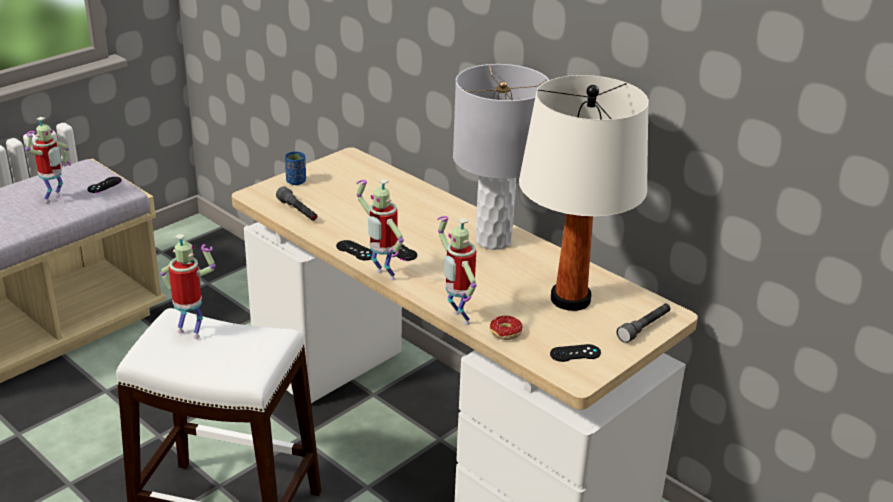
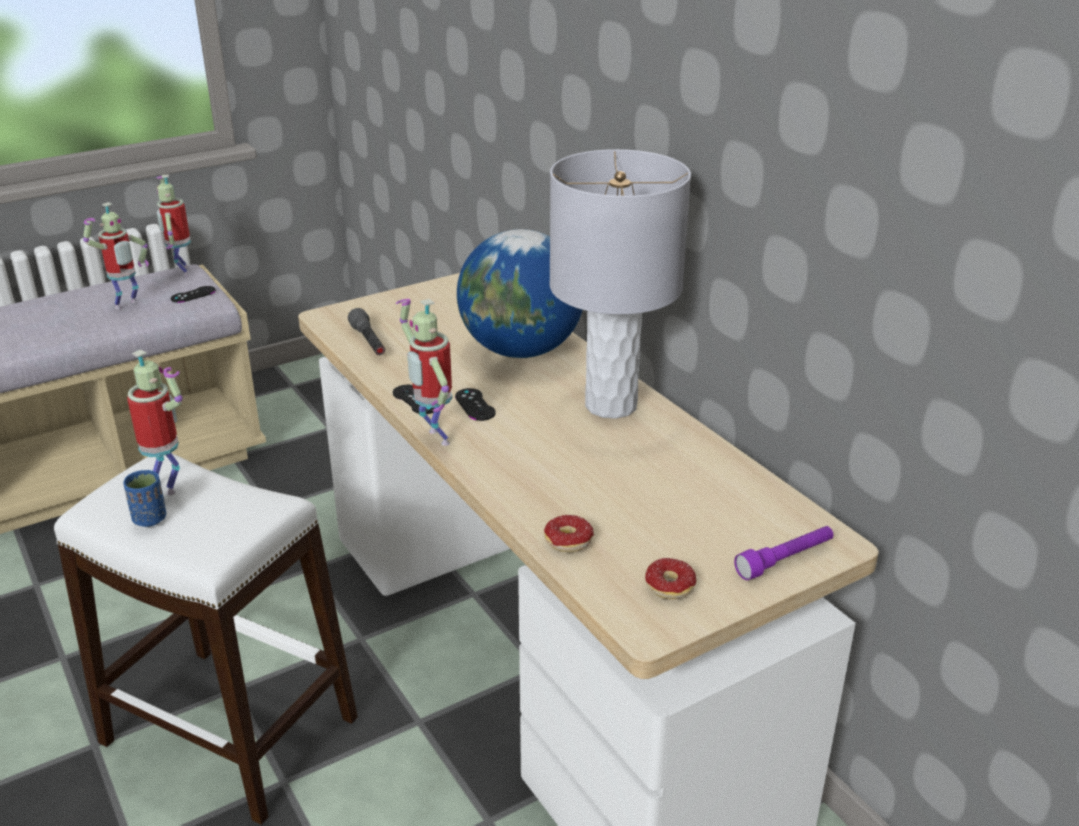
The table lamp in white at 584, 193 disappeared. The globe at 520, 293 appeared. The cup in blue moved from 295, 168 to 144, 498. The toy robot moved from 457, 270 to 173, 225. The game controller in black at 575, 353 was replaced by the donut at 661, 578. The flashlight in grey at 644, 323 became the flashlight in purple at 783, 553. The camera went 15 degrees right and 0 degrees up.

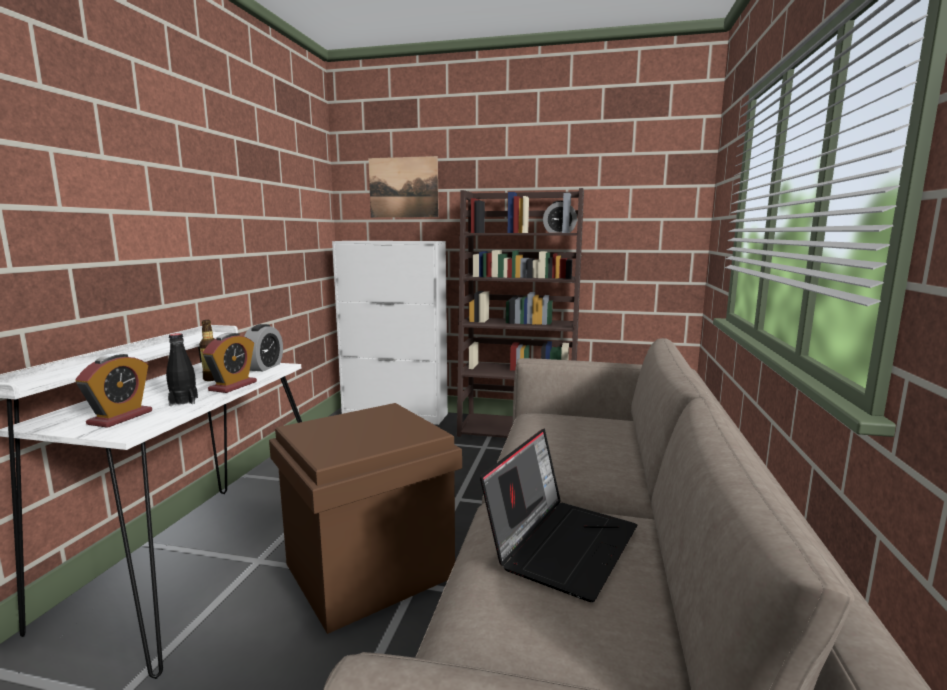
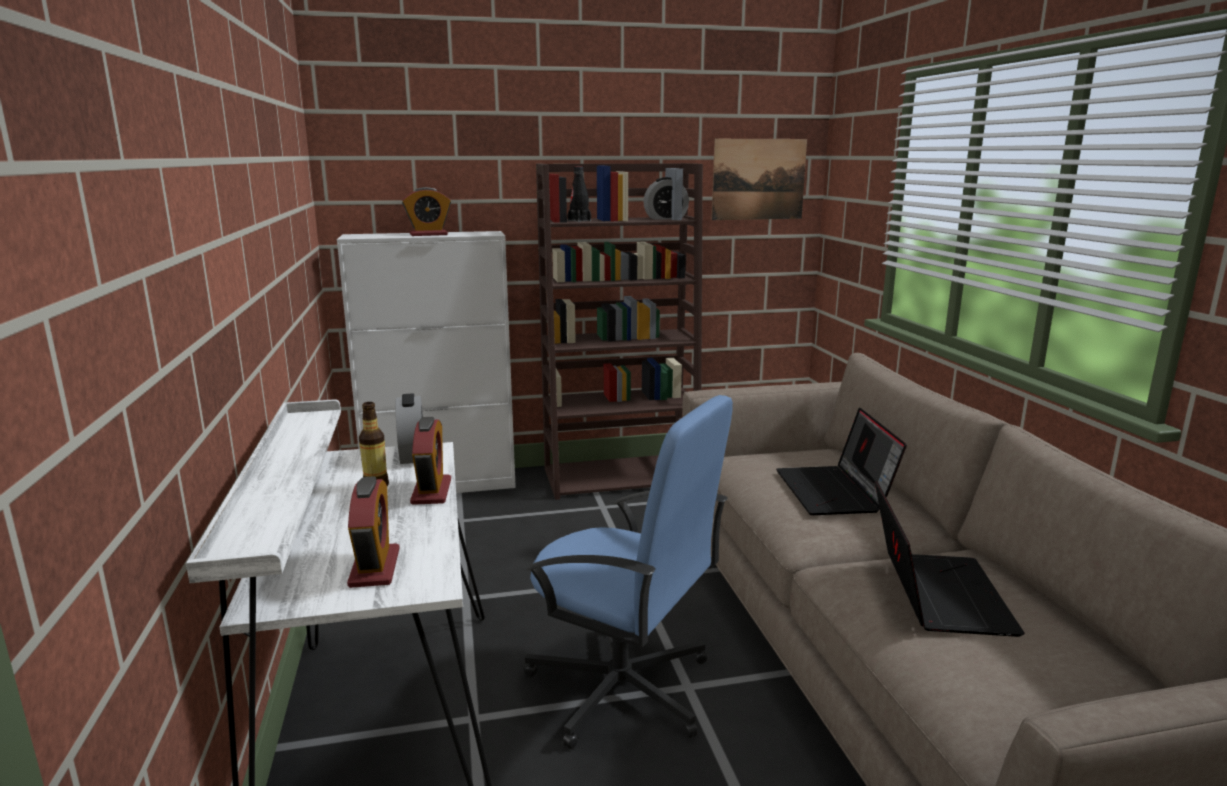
The alarm clock at 426, 211 appeared. The laptop at 841, 461 appeared. The bottle in black moved from 182, 369 to 579, 194. The picture moved from 403, 187 to 759, 179. The storage box in brown at 365, 518 was replaced by the office chair in blue at 628, 572. The camera went 25 degrees left and 5 degrees up.

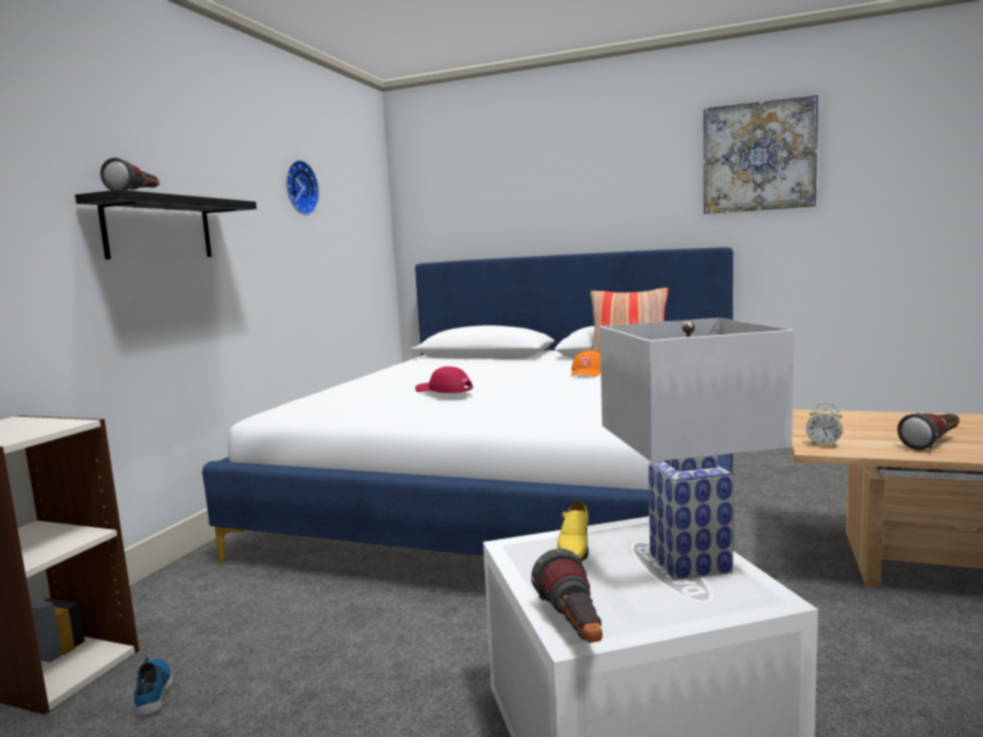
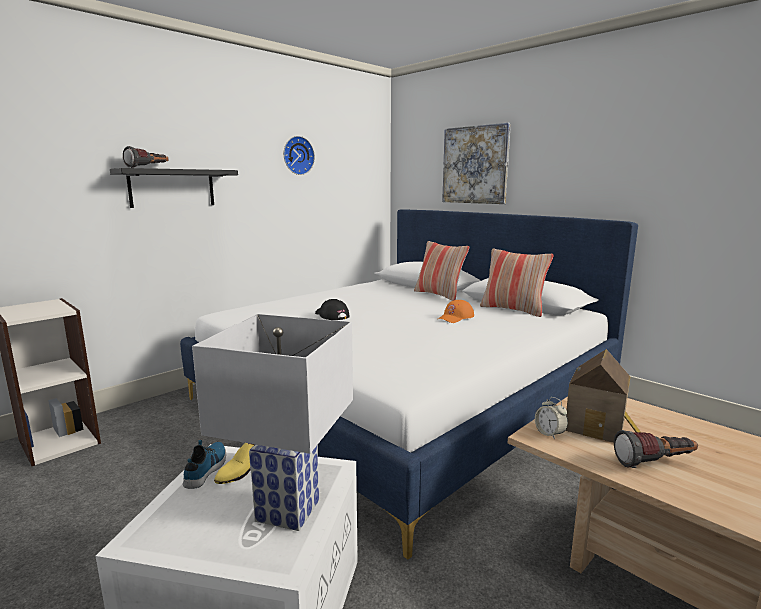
The flashlight at 566, 596 disappeared. The pillow at 441, 271 appeared. The toy house at 603, 395 appeared. The shoe moved from 153, 686 to 204, 464. The picture moved from 761, 154 to 476, 163. The cap in red at 444, 379 became the cap in black at 332, 309. The camera went 25 degrees right and 5 degrees up.

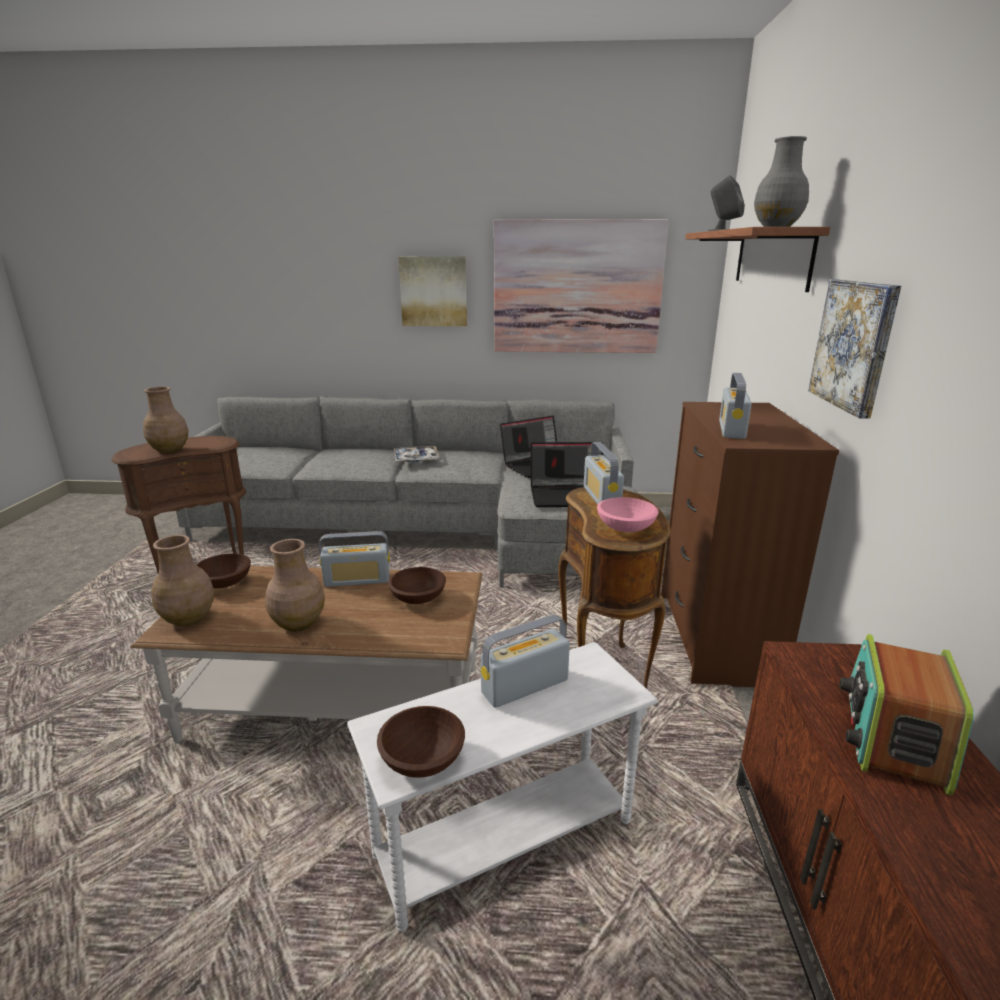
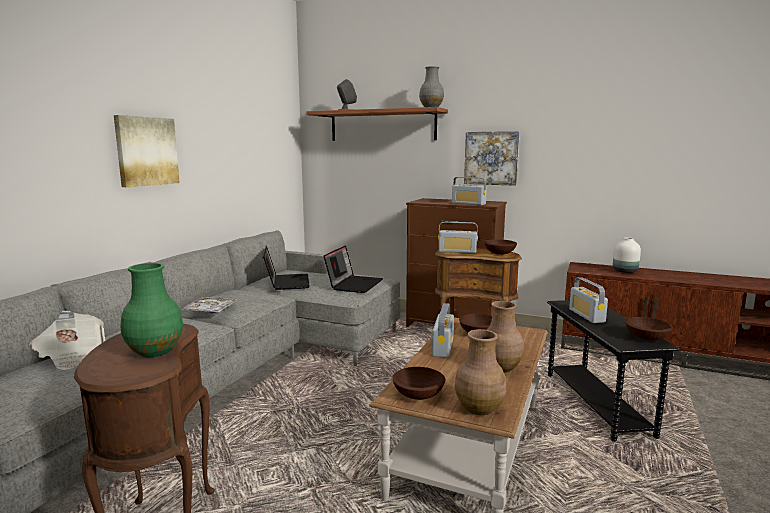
The picture at 581, 286 disappeared. The newspaper at 67, 340 appeared. The radio at 906, 714 was replaced by the vase in white at 627, 255. The vase in brown at 165, 420 became the vase in green at 152, 310. The side table in white at 502, 787 became the side table in black at 613, 371. The bowl in pink at 628, 514 became the bowl in brown at 500, 247. The camera went 70 degrees left and 10 degrees down.

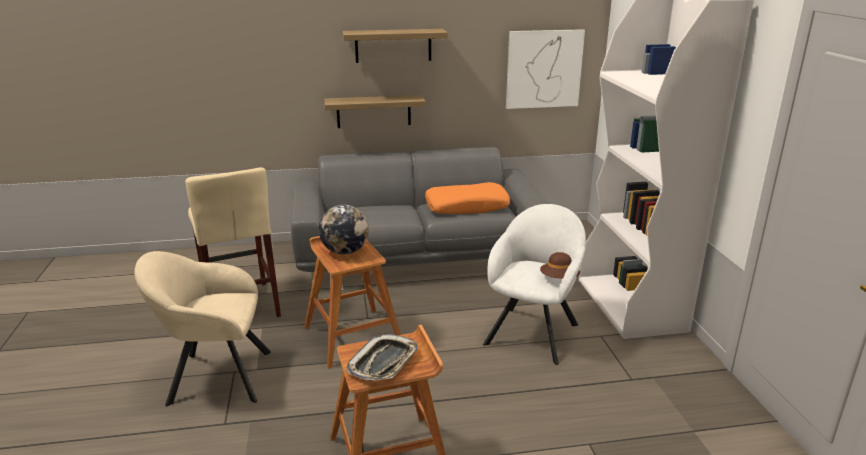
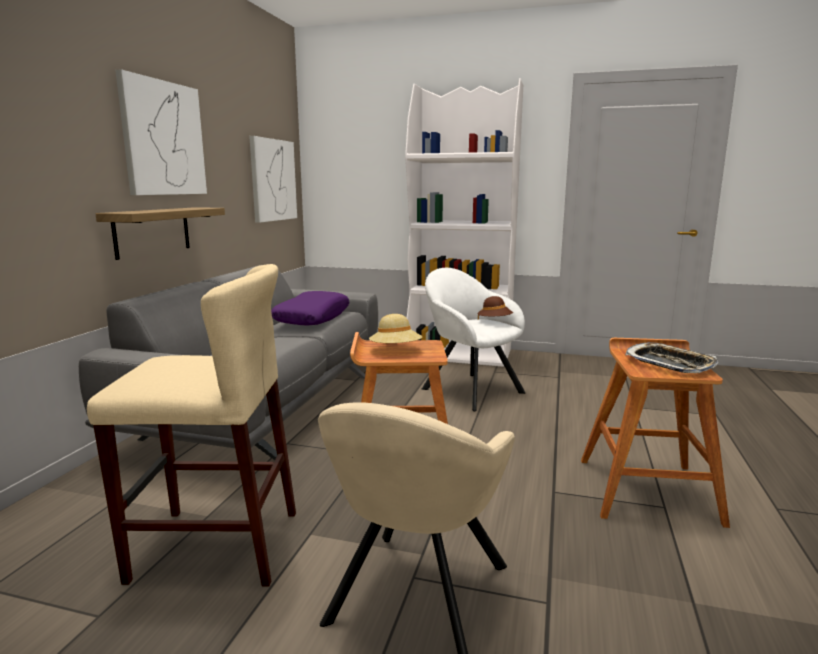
The globe at 344, 229 was replaced by the hat in beige at 395, 329. The shelf at 395, 46 was replaced by the picture at 161, 132. The pillow in orange at 467, 198 became the pillow in purple at 310, 308. The camera went 65 degrees left and 10 degrees down.

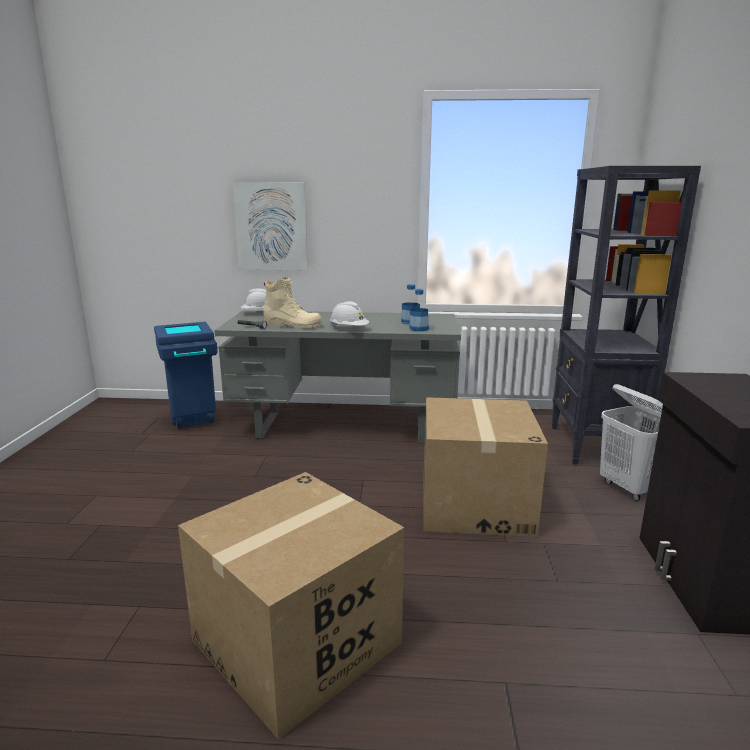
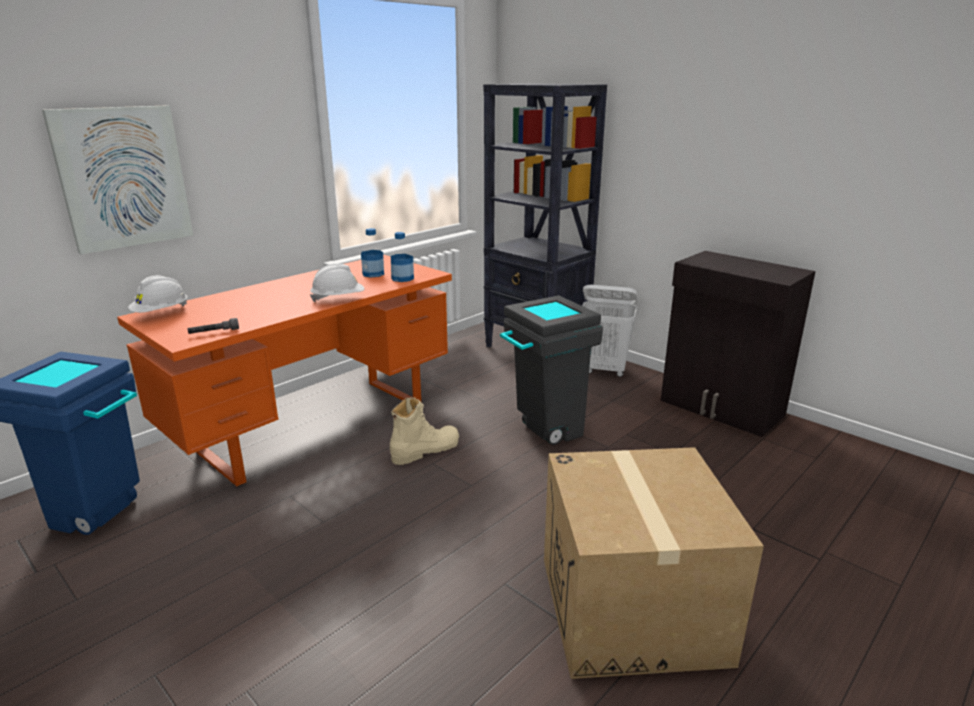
The boot in beige moved from 292, 302 to 424, 431. The cardboard box at 486, 467 was replaced by the trash can in grey at 551, 370. The desk in grey at 337, 377 became the desk in orange at 284, 370. The camera went 50 degrees left and 5 degrees up.

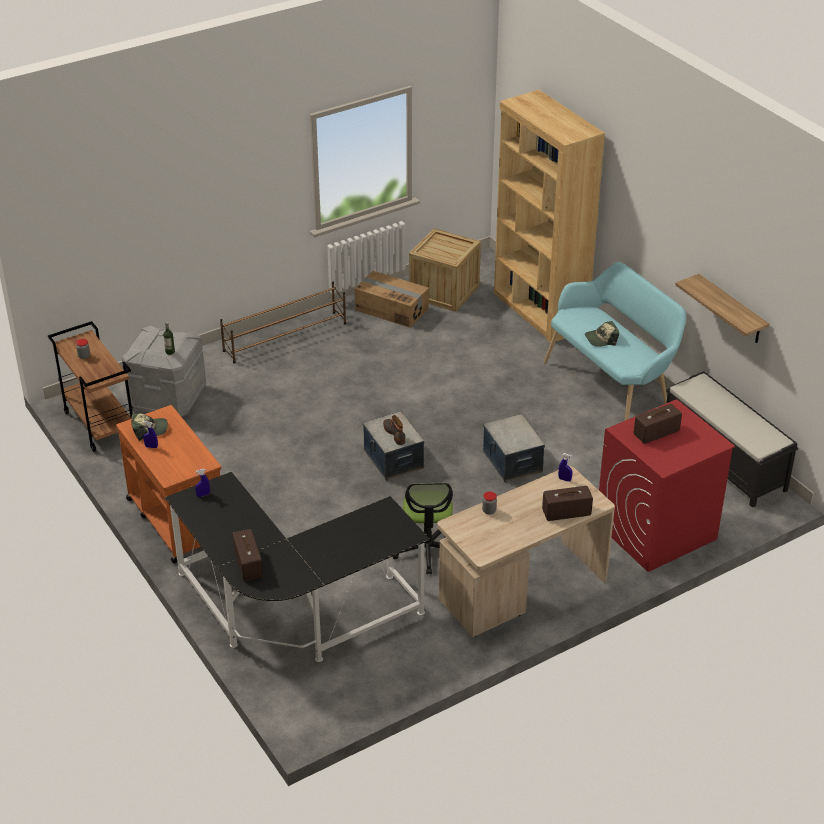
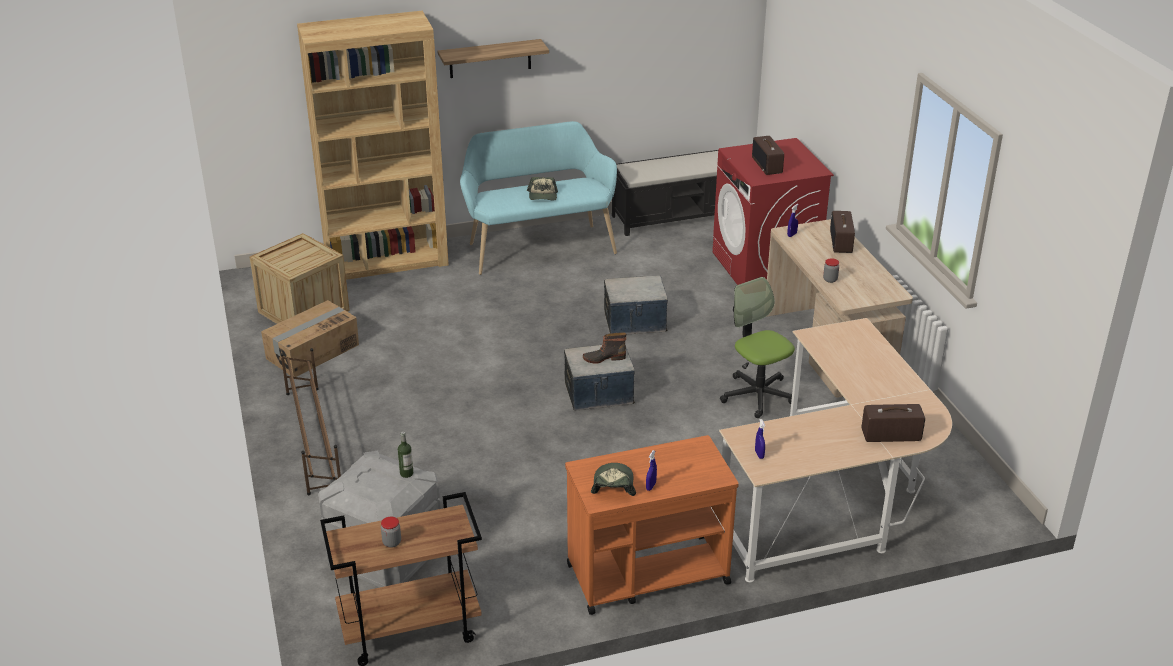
The shelf moved from 722, 308 to 493, 58. The desk in black at 297, 567 became the desk in beige at 835, 450. The office chair at 422, 529 turned 135 degrees counterclockwise. The camera went 75 degrees left and 5 degrees down.

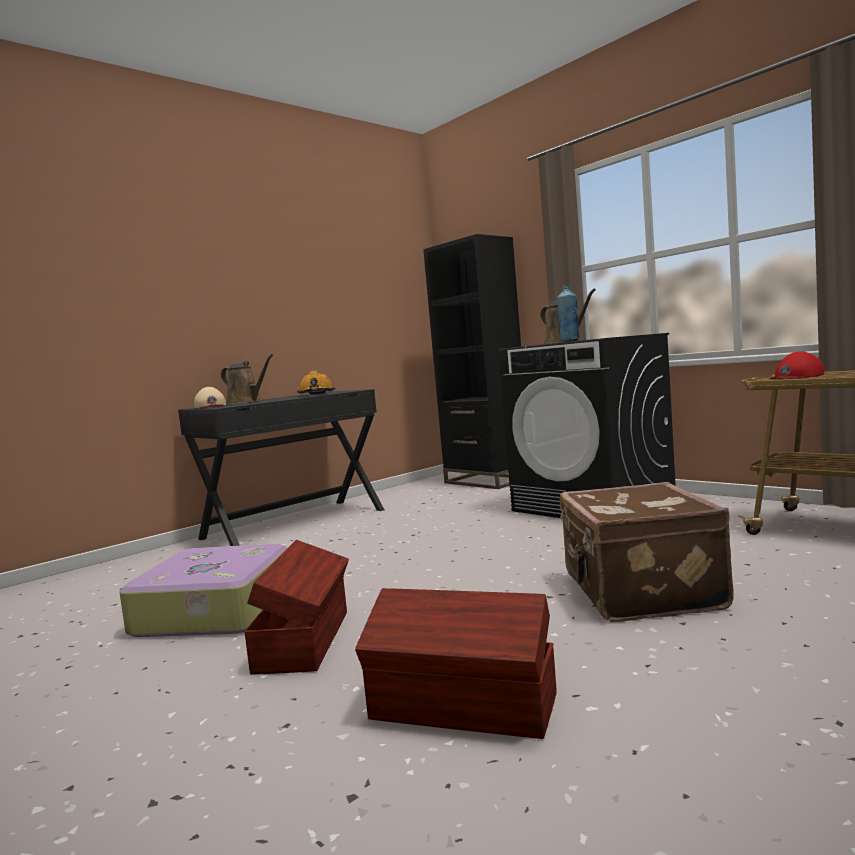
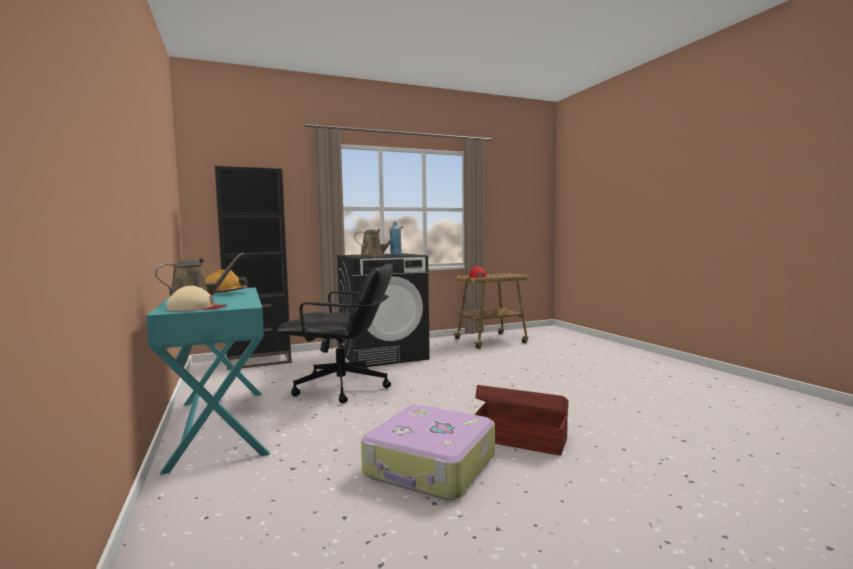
The storage box in brown at 455, 663 disappeared. The suitcase in brown at 647, 552 disappeared. The office chair in black at 334, 333 appeared. The desk in black at 281, 467 became the desk in turquoise at 208, 381. The camera went 70 degrees left and 0 degrees up.

